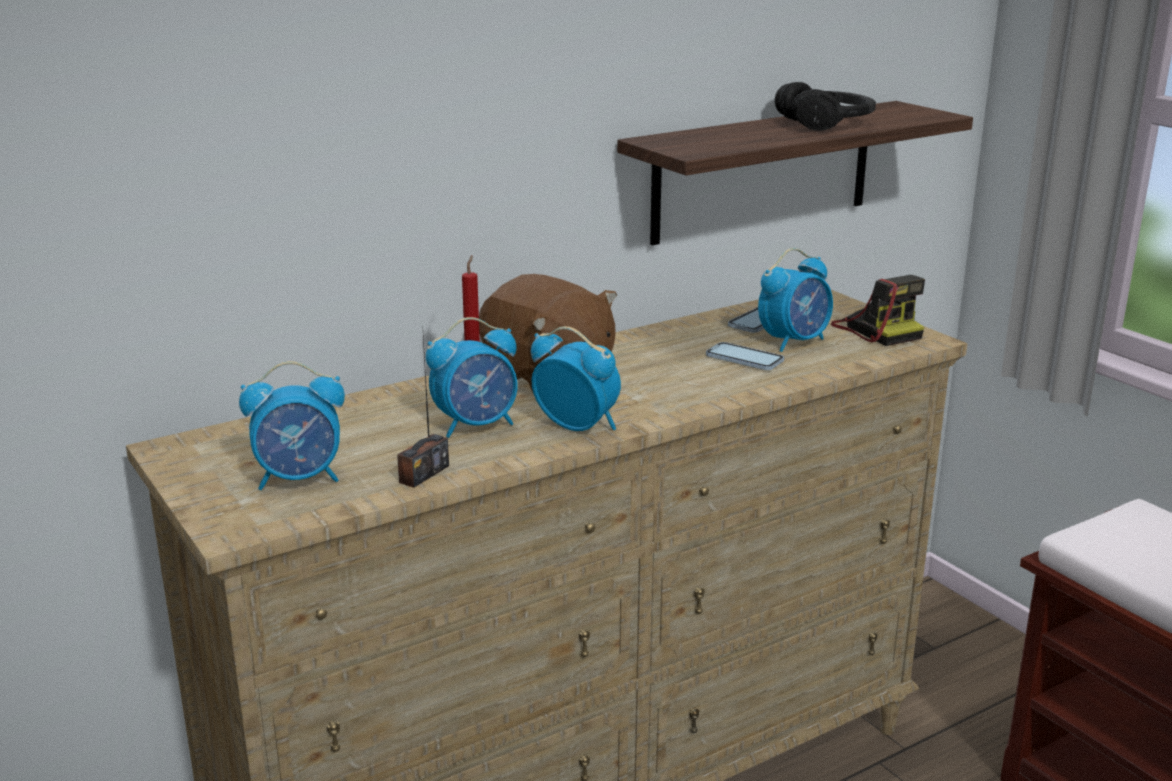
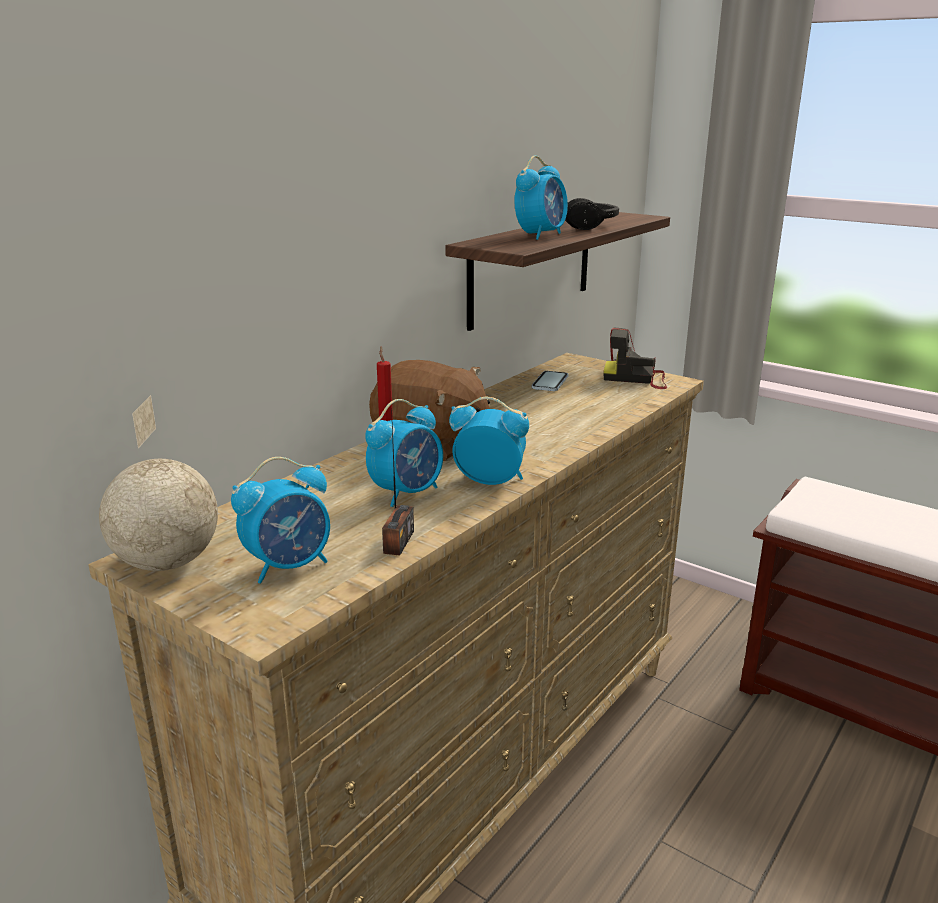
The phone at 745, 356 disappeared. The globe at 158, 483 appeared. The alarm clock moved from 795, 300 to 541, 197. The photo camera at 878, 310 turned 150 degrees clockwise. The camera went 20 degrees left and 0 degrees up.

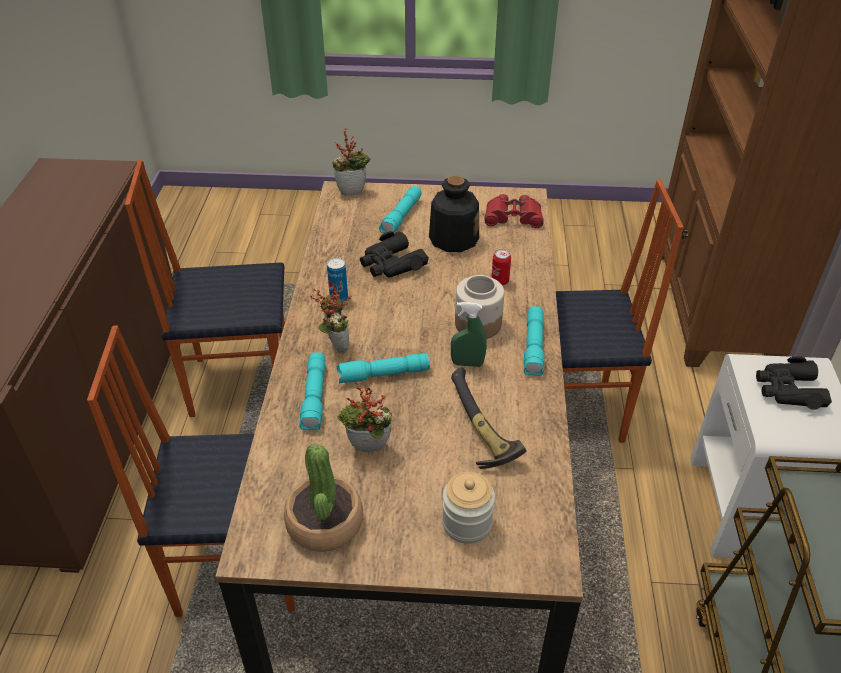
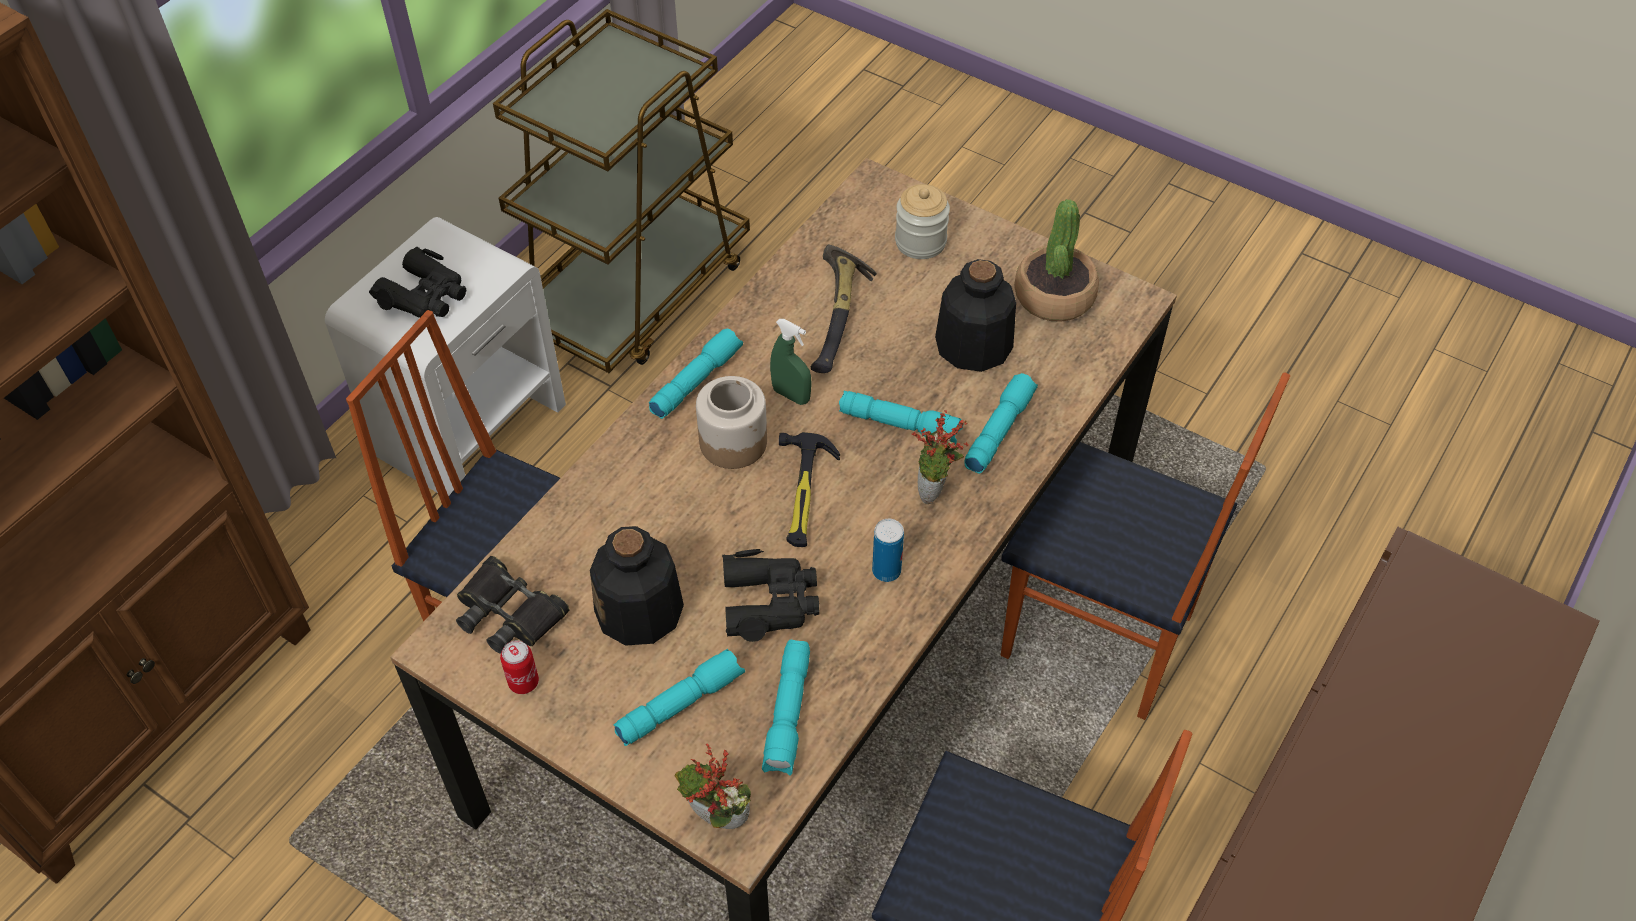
The flashlight in turquoise at 786, 708 appeared. The hammer at 809, 489 appeared. The can moved from 501, 267 to 519, 667. The potted plant at 365, 417 was replaced by the bottle at 975, 315. The binoculars in red at 514, 211 became the binoculars in black at 512, 605. The camera went 150 degrees left and 10 degrees up.

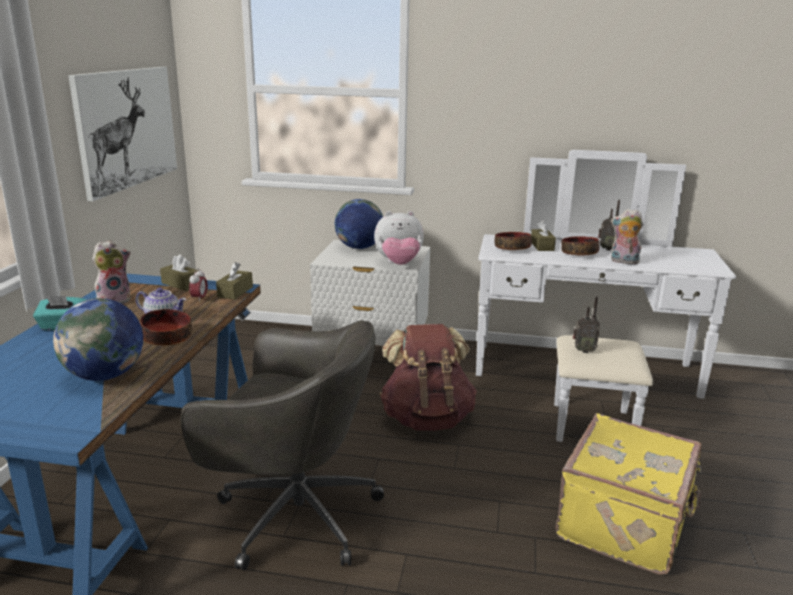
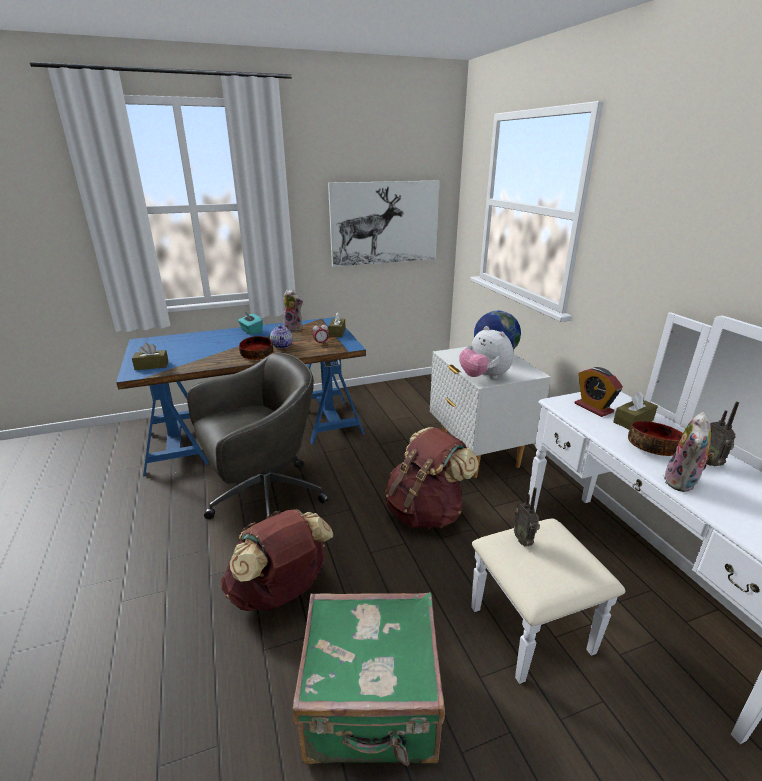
The globe at 98, 339 disappeared. The backpack in brown at 277, 560 appeared. The tissue box in brown moved from 234, 281 to 150, 356. The bowl at 513, 241 was replaced by the alarm clock at 599, 392. The suitcase in yellow at 629, 494 became the suitcase in green at 369, 679. The office chair in grey at 282, 445 turned 105 degrees counterclockwise. The plush toy at 627, 236 turned 135 degrees counterclockwise. The camera went 60 degrees right and 5 degrees up.

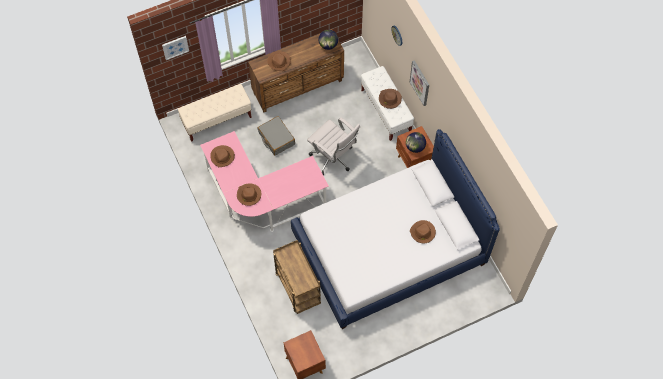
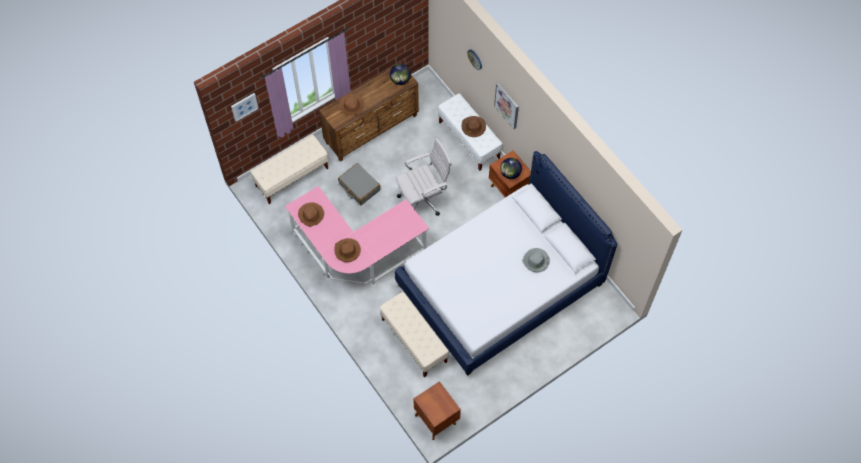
The cart in brown at 297, 277 was replaced by the bench in beige at 414, 334. The hat in brown at 423, 231 became the hat in grey at 536, 260. The office chair in white at 333, 146 turned 60 degrees counterclockwise. The camera went 10 degrees left and 0 degrees up.

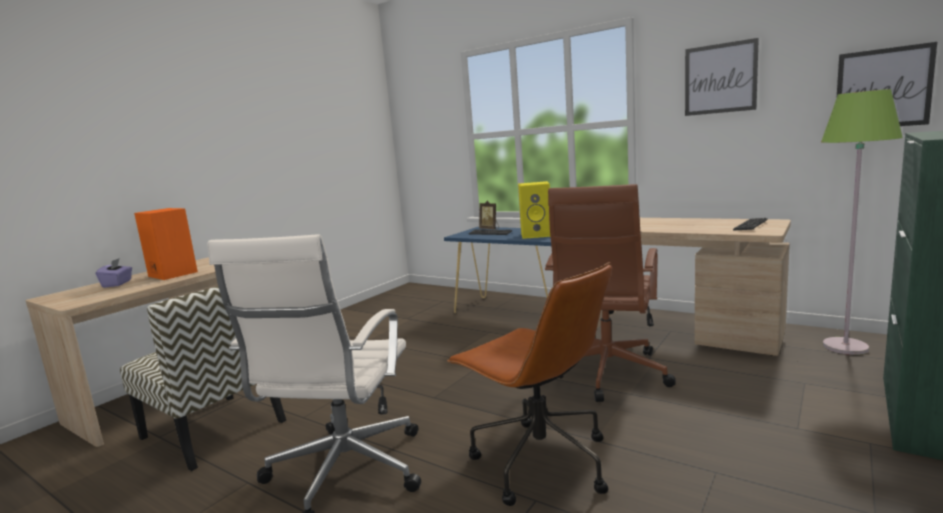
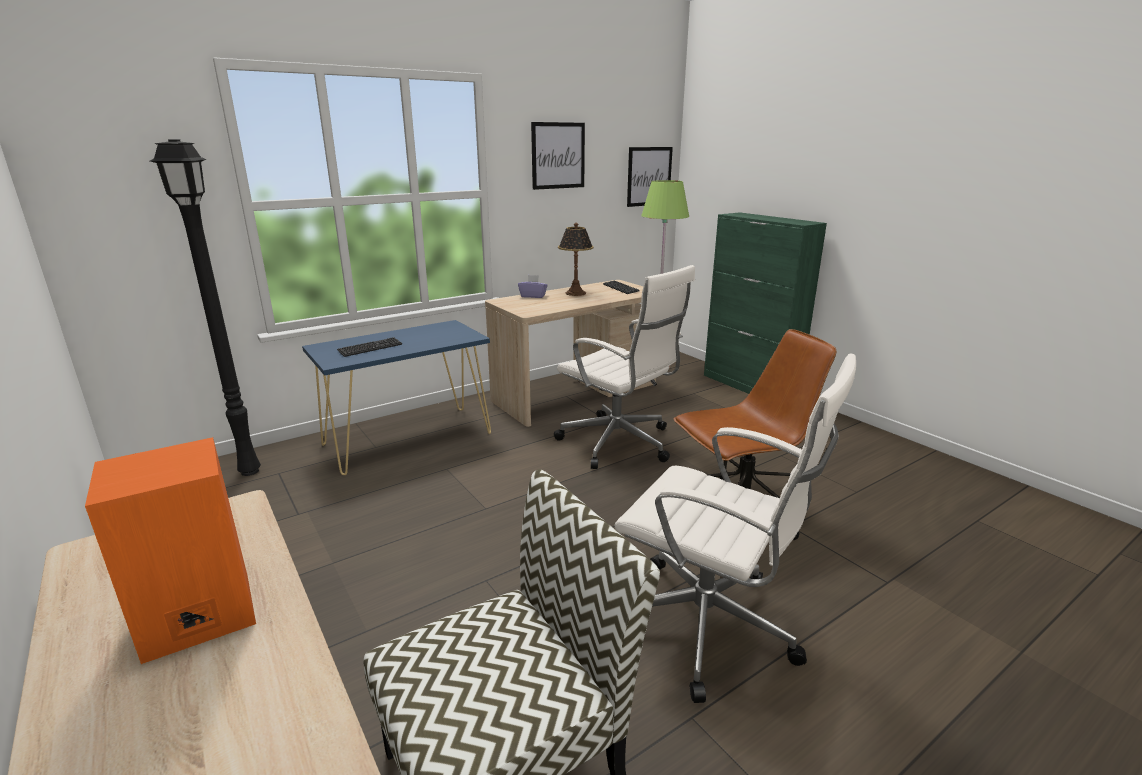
The picture frame at 489, 214 disappeared. The speaker in yellow at 534, 210 disappeared. The floor lamp in black at 205, 308 appeared. The table lamp at 575, 259 appeared. The tissue box in purple moved from 114, 273 to 533, 286. The office chair in brown at 610, 293 became the office chair in white at 624, 367. The camera went 70 degrees left and 10 degrees up.

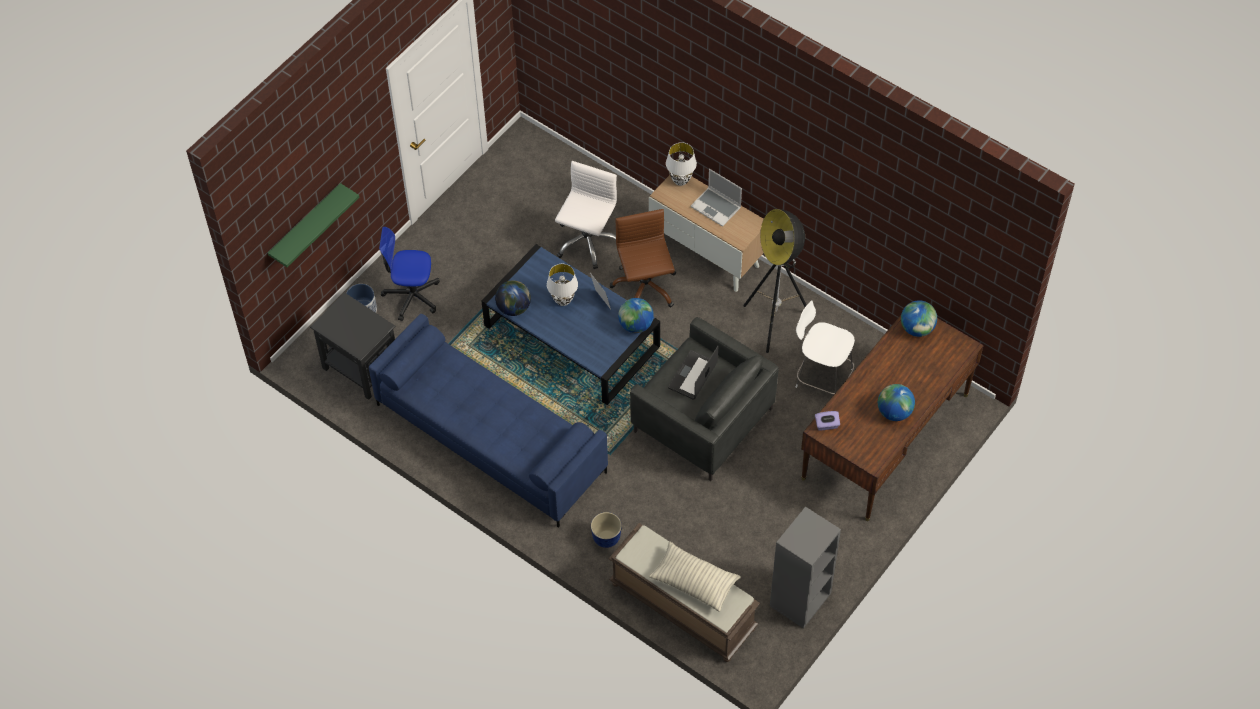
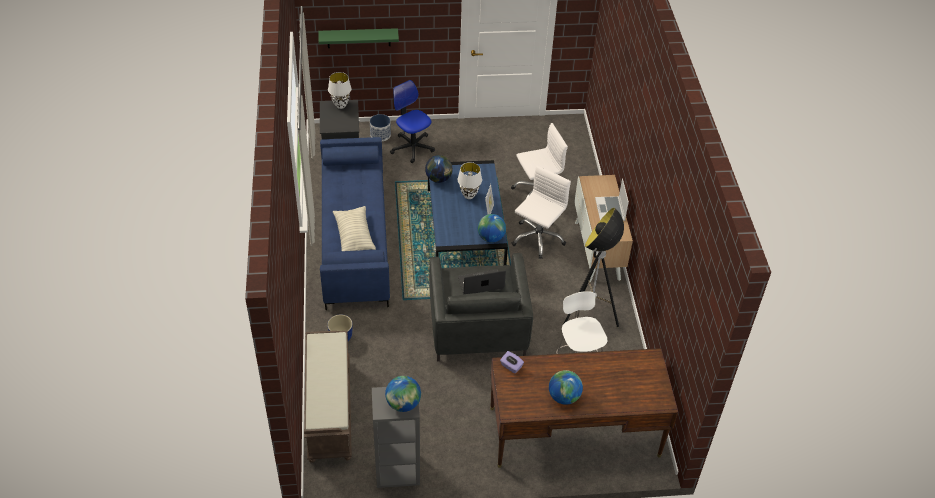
The pillow moved from 694, 577 to 354, 228. The table lamp in white moved from 681, 164 to 340, 90. The globe moved from 919, 318 to 403, 394. The office chair in brown at 643, 258 became the office chair in white at 541, 212. The camera went 45 degrees right and 10 degrees down.

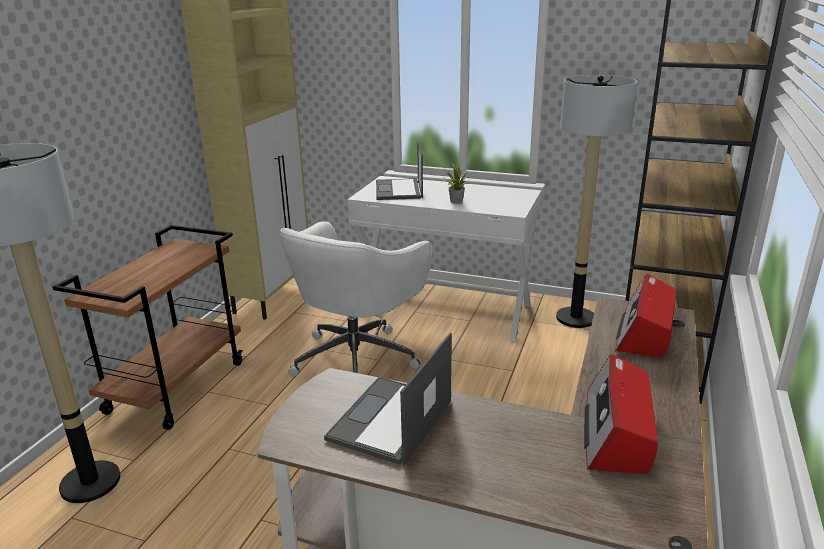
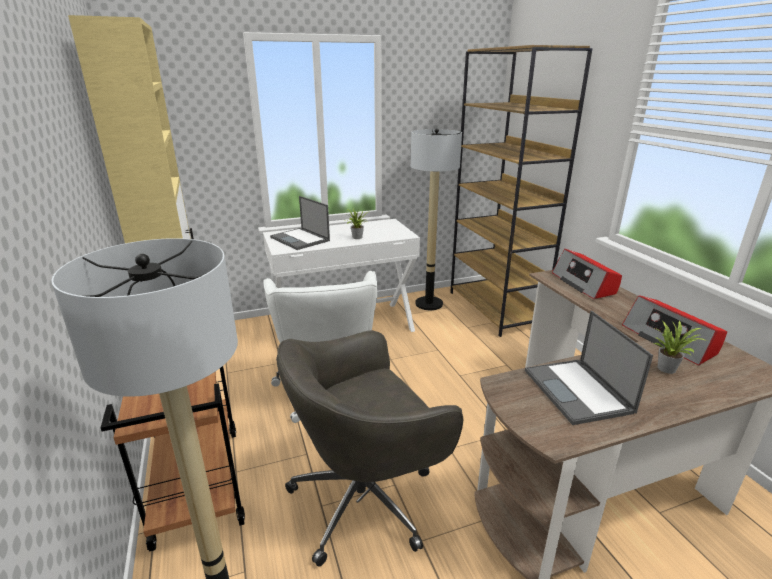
The office chair in grey at 369, 448 appeared. The potted plant at 680, 347 appeared. The camera went 40 degrees left and 0 degrees up.

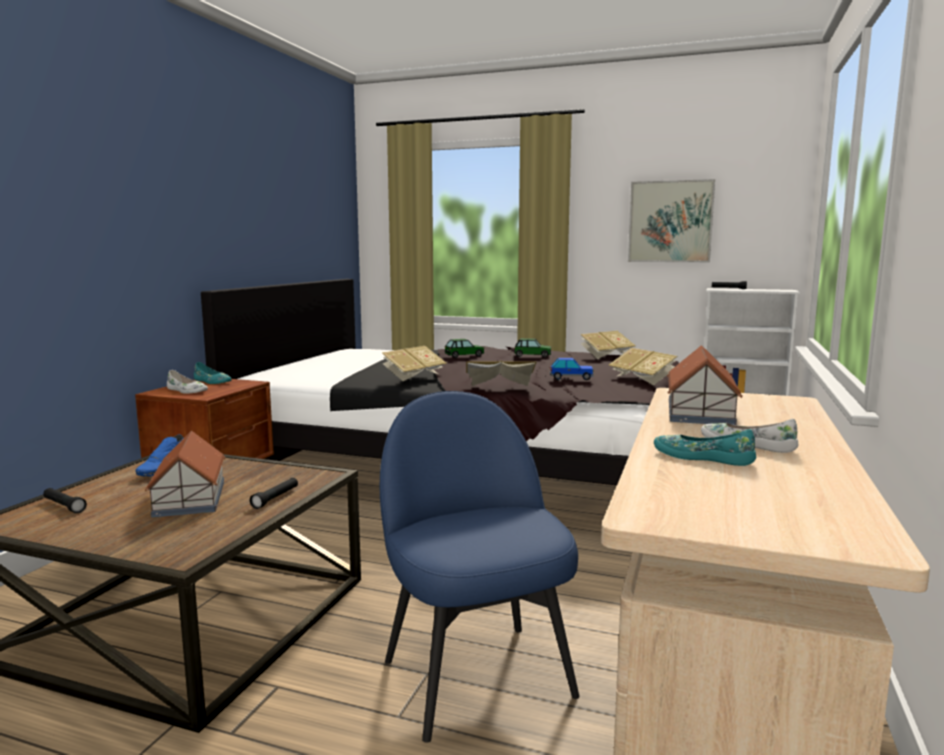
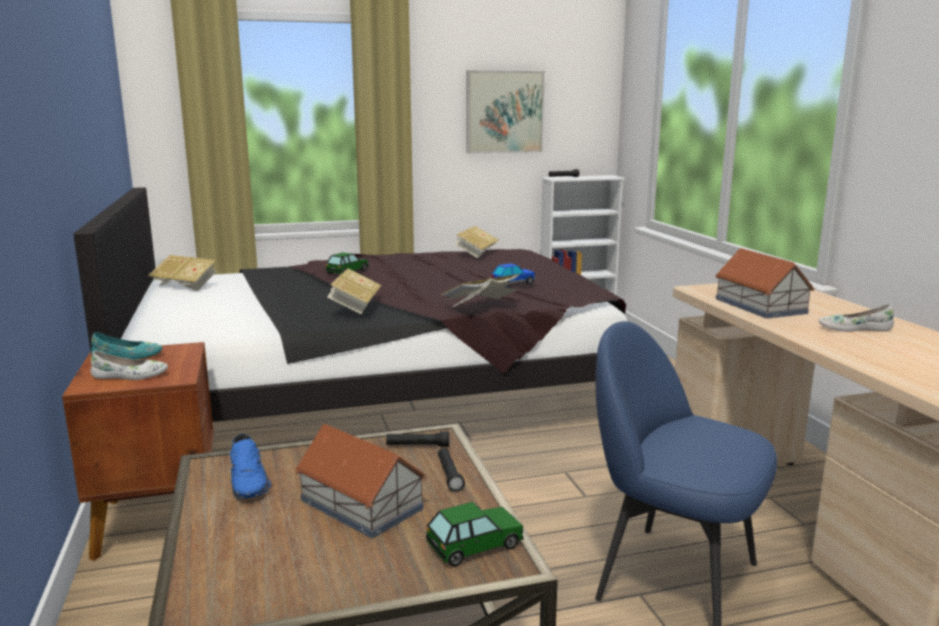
The shoe in turquoise at 705, 447 disappeared. The flashlight in black moved from 65, 500 to 417, 439. The toy car moved from 532, 347 to 475, 534. The book moved from 643, 366 to 182, 273. The camera went 35 degrees left and 5 degrees up.

